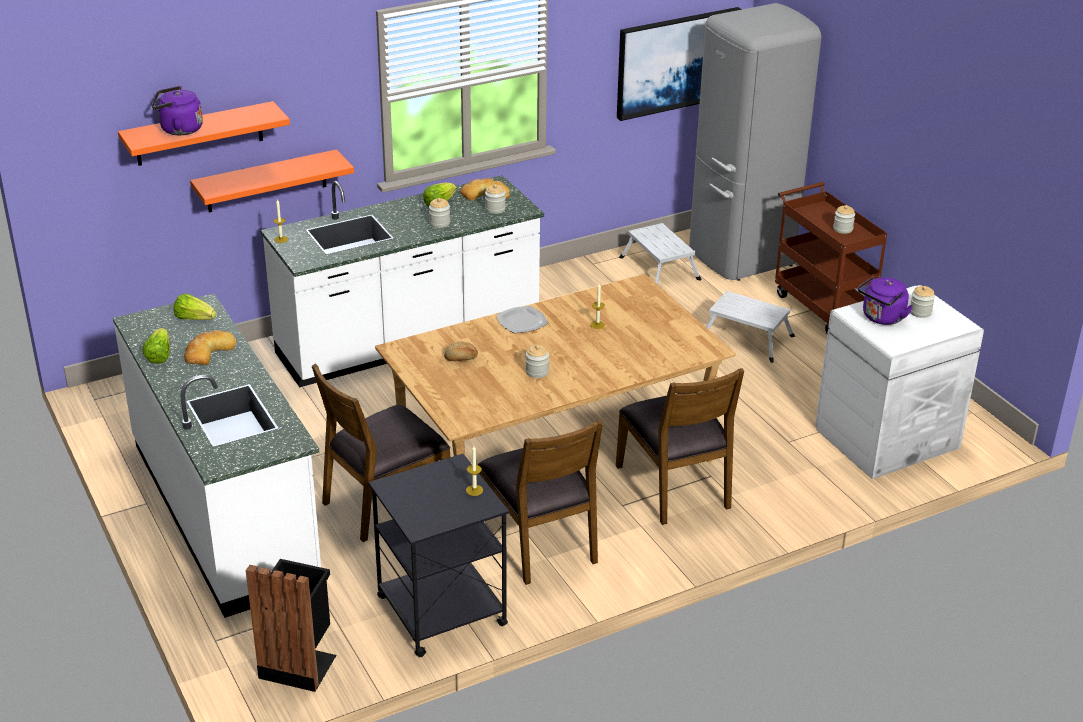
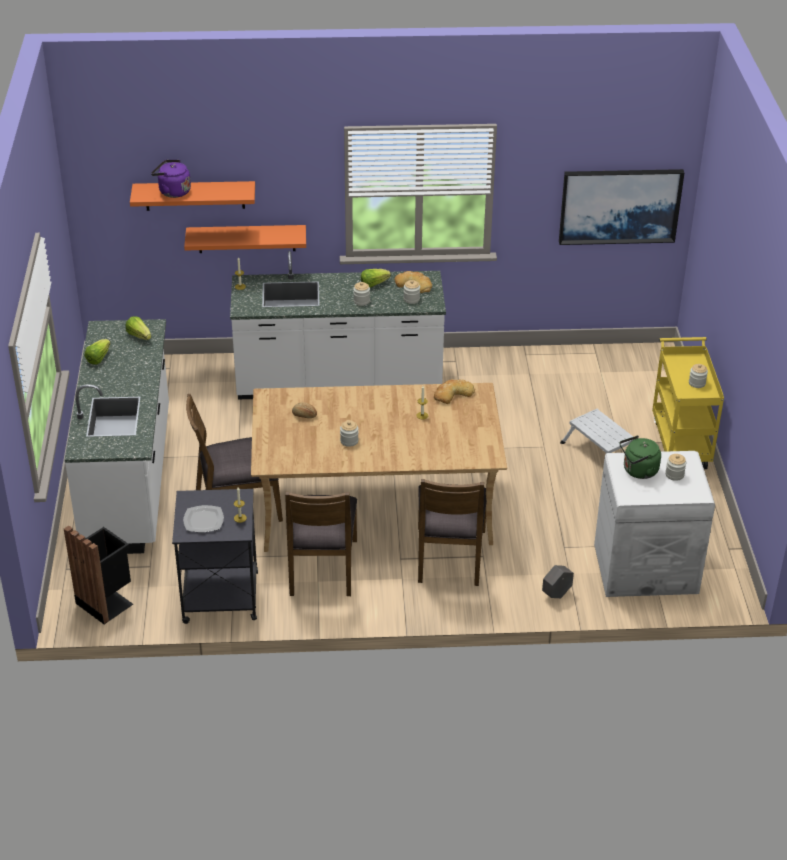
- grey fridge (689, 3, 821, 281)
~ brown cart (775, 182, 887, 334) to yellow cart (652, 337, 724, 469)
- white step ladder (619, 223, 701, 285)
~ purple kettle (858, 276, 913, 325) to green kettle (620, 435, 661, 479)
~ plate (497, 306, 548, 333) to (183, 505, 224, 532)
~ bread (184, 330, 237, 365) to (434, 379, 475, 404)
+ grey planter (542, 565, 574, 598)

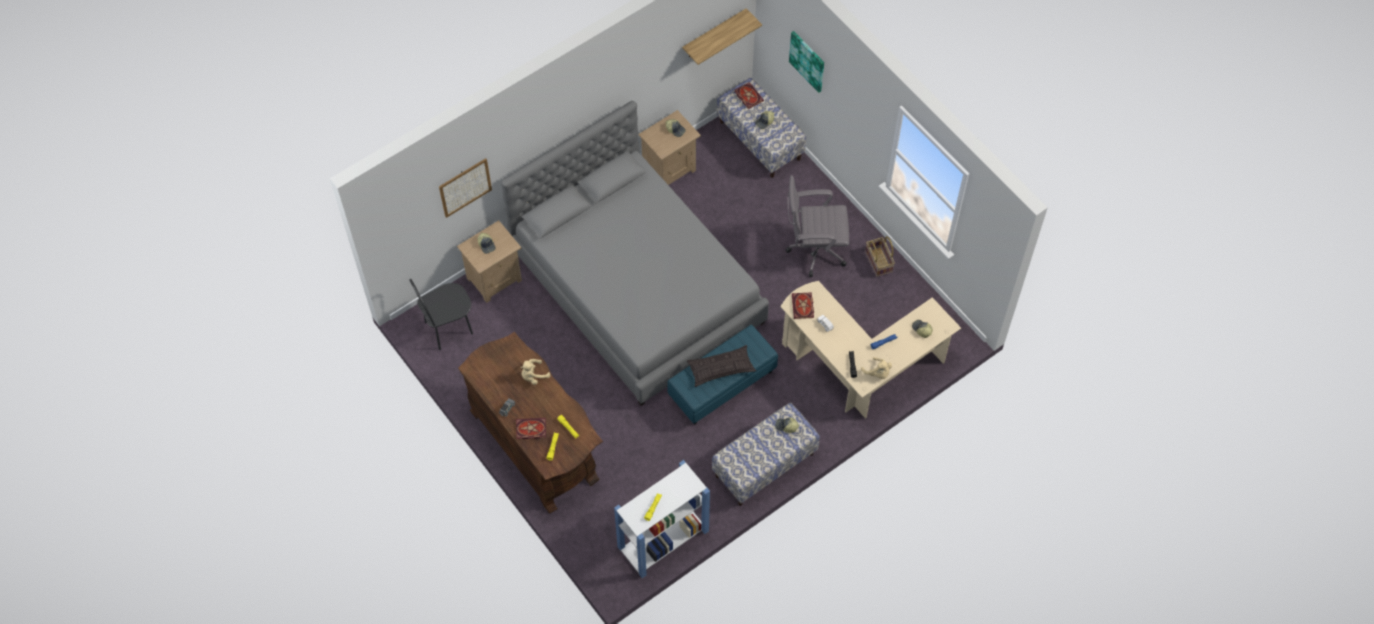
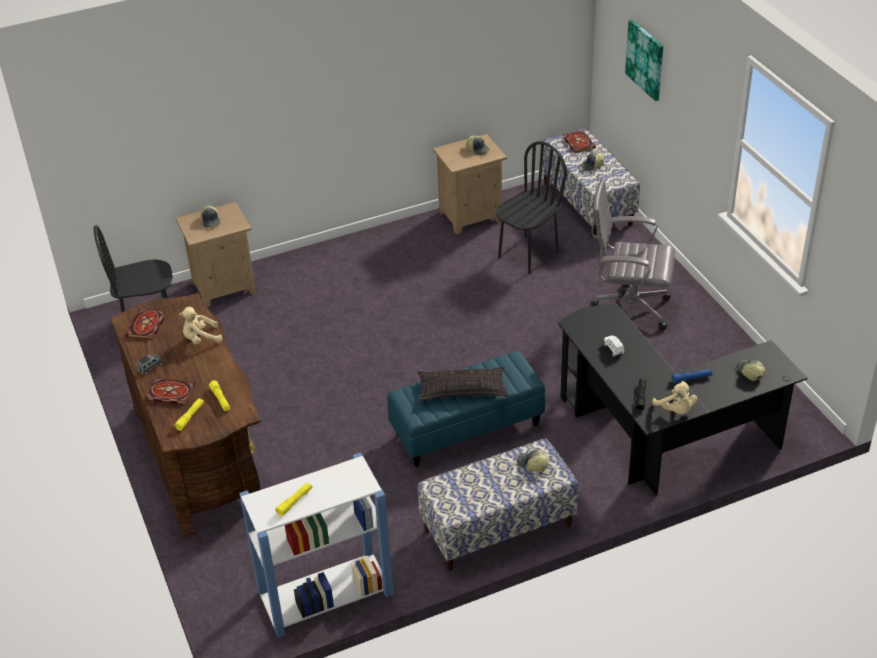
- shelf (682, 8, 762, 65)
- grey bed (501, 101, 769, 406)
- picture (439, 158, 492, 218)
- basket (865, 236, 895, 277)
~ beige desk (781, 281, 961, 419) to black desk (558, 304, 808, 496)
~ book (792, 292, 814, 319) to (126, 309, 166, 339)
+ black chair (496, 141, 567, 274)

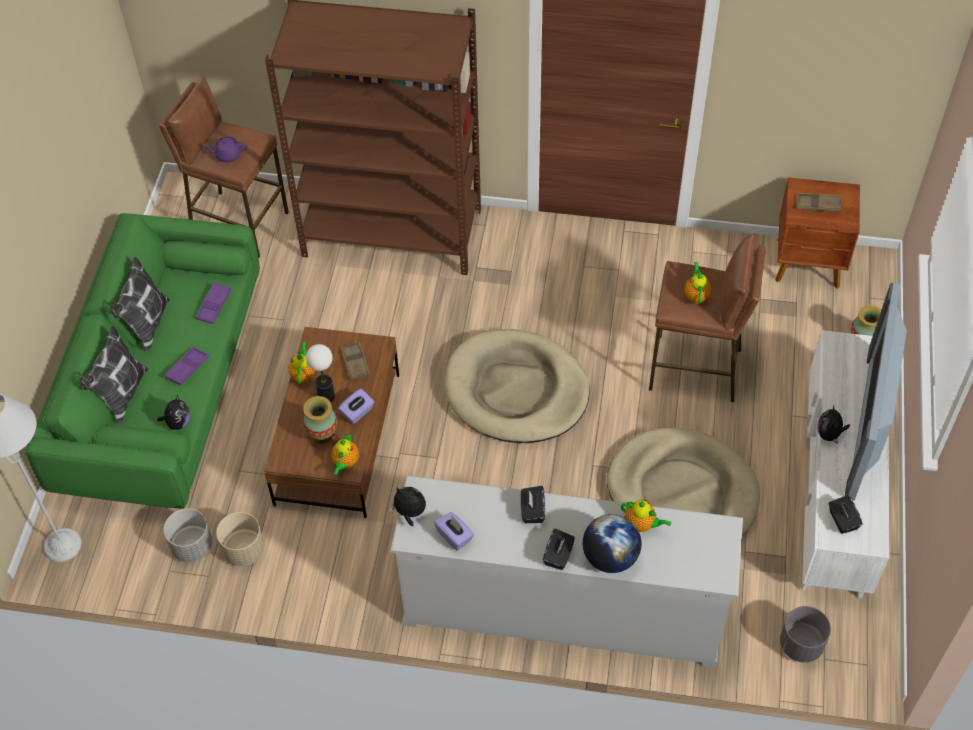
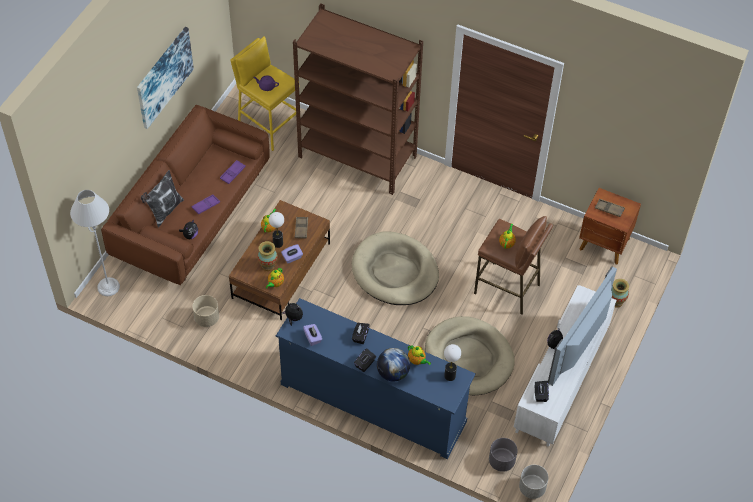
~ brown stool (159, 76, 289, 258) to yellow stool (230, 36, 296, 151)
~ green sofa (25, 213, 260, 509) to brown sofa (101, 105, 269, 285)
- pillow (109, 256, 170, 352)
~ white cabinet (390, 475, 743, 668) to blue cabinet (276, 298, 476, 459)
~ grey planter (164, 509, 213, 563) to (519, 465, 549, 499)
+ picture (137, 27, 194, 129)
+ table lamp (444, 344, 461, 381)

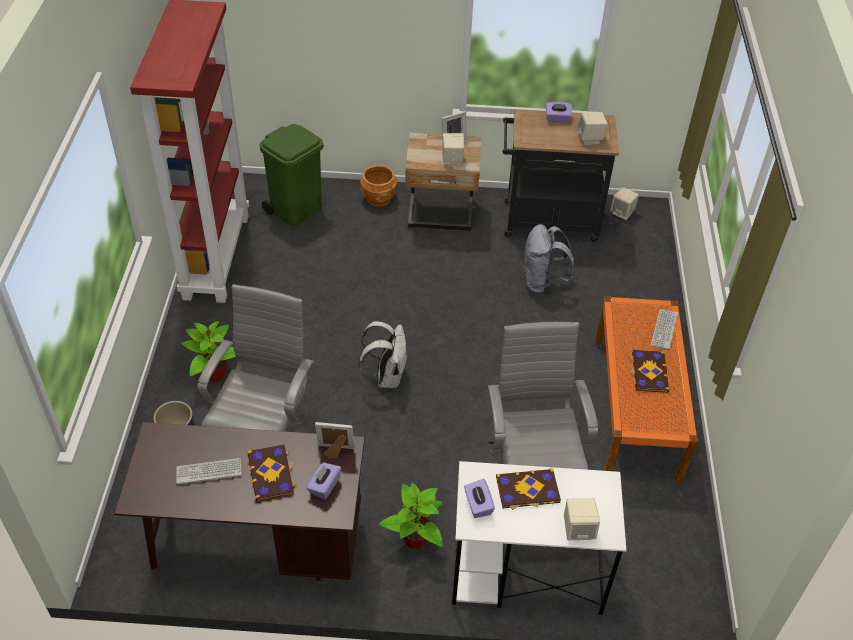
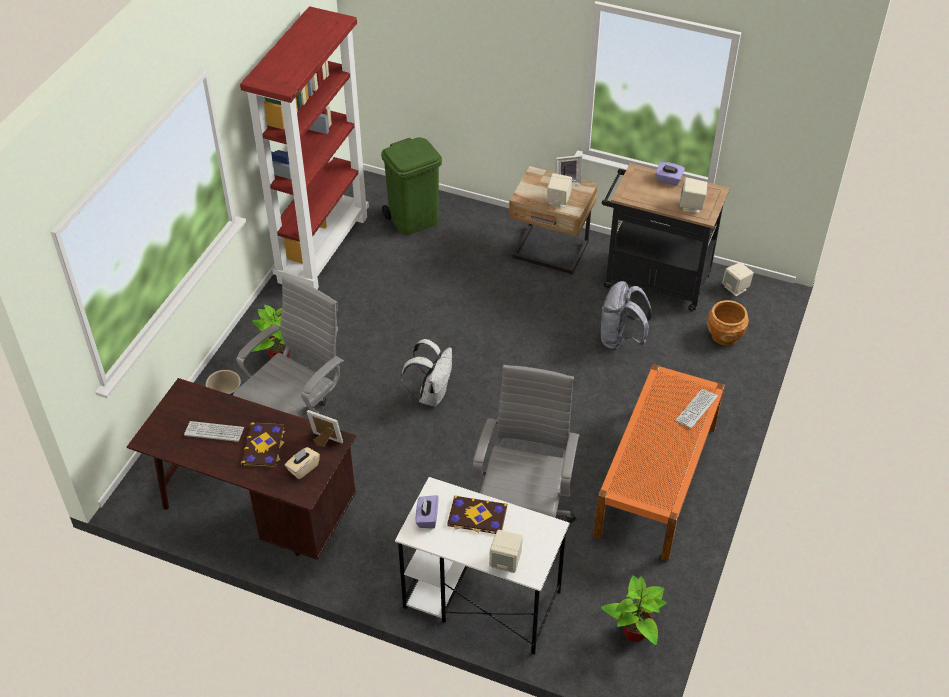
~ brown planter (360, 165, 397, 207) to (707, 300, 749, 345)
- book (629, 350, 670, 393)
~ purple tissue box (307, 462, 341, 500) to beige tissue box (285, 447, 320, 479)
~ potted plant (379, 482, 443, 549) to (601, 575, 667, 645)

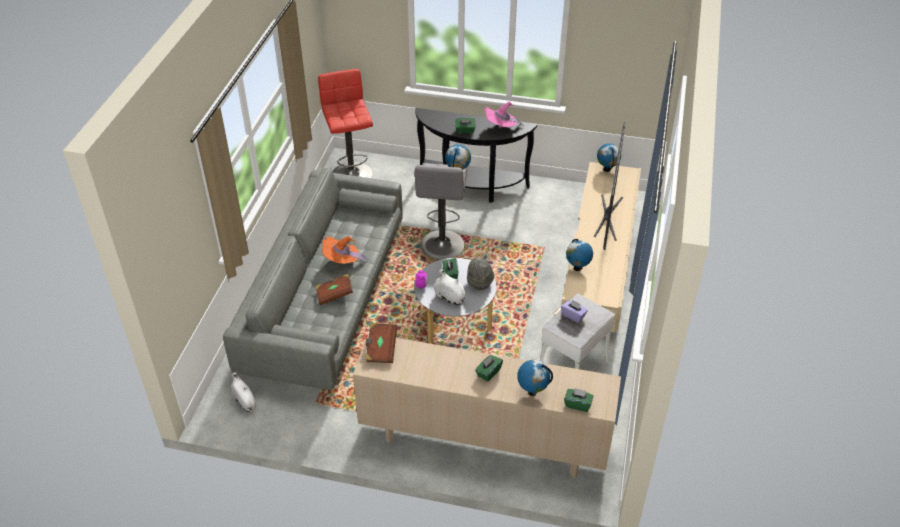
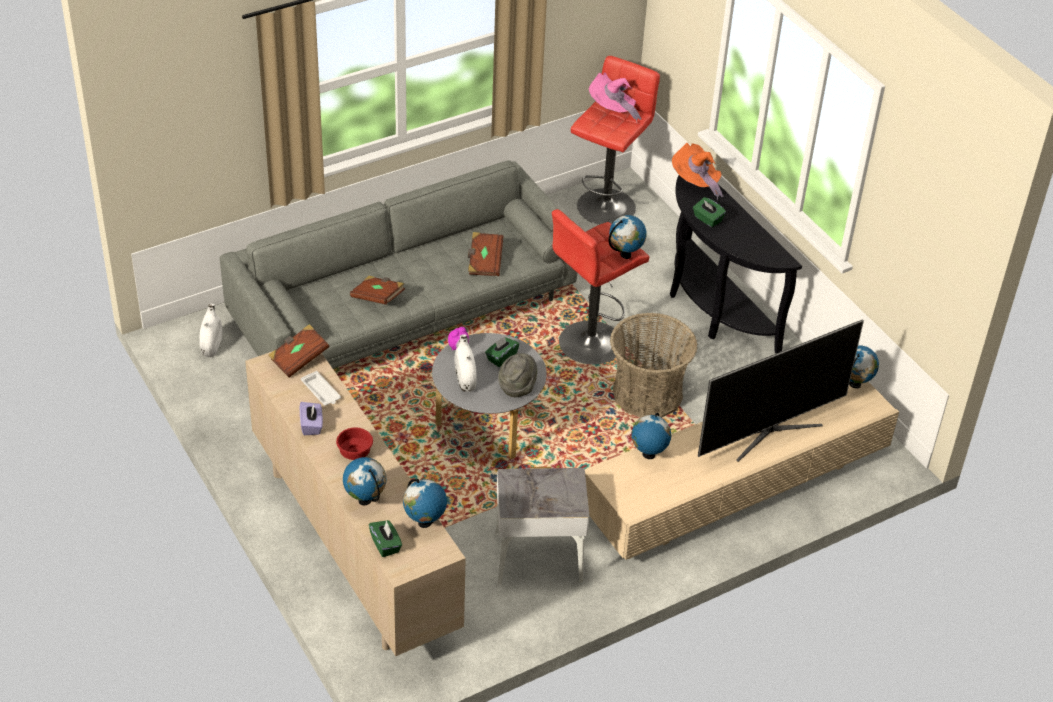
~ pink hat (484, 102, 524, 127) to (589, 73, 641, 121)
~ grey stool (415, 163, 467, 260) to red stool (552, 209, 649, 364)
~ orange hat (322, 236, 367, 264) to (672, 143, 723, 200)
~ purple tissue box (561, 299, 588, 323) to (300, 402, 323, 435)
~ green tissue box (475, 355, 503, 382) to red bowl (336, 427, 373, 460)
+ brown book (468, 232, 503, 276)
+ basket (610, 312, 698, 418)
+ white tray (301, 371, 341, 406)
+ globe (403, 479, 447, 528)

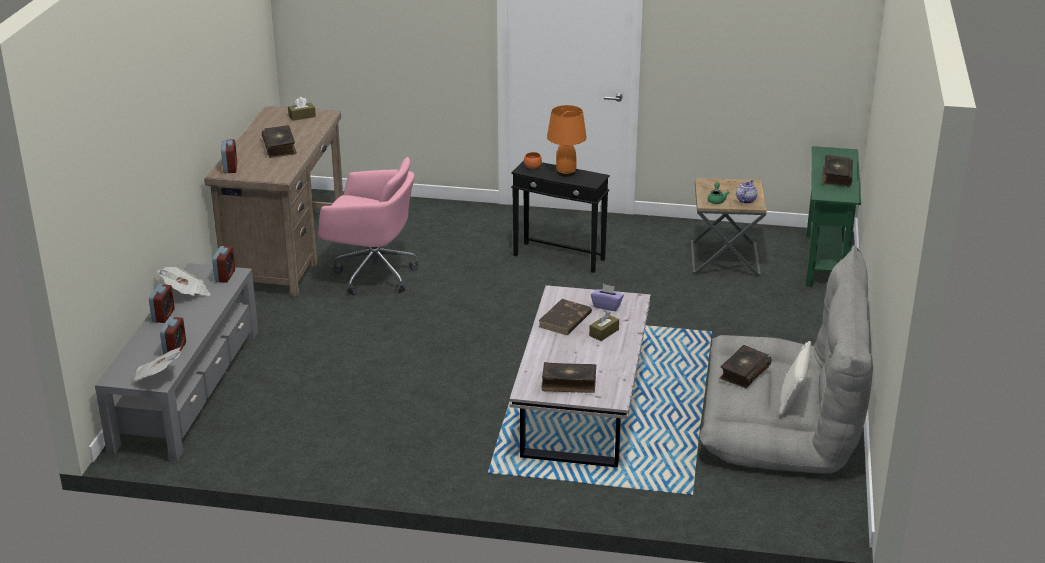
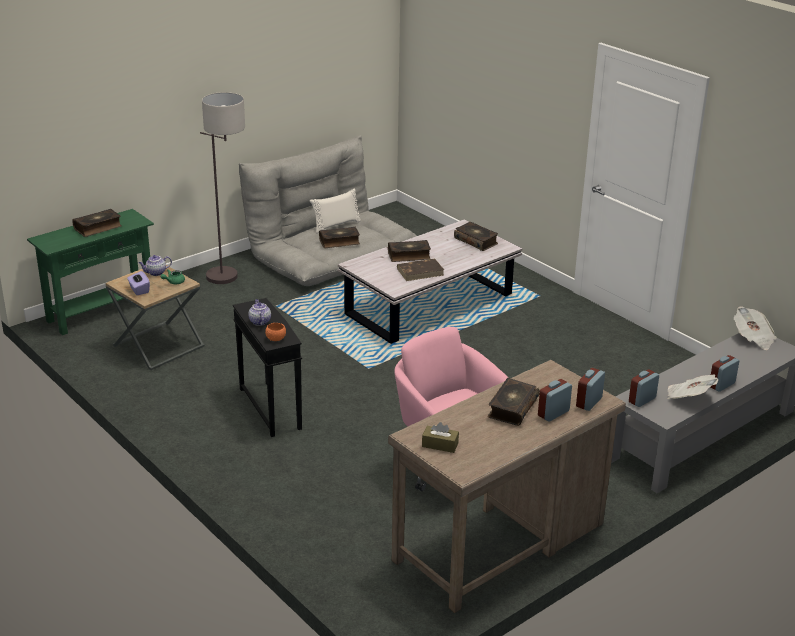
~ orange table lamp (547, 105, 587, 177) to teapot (248, 299, 271, 326)
~ purple tissue box (591, 284, 624, 311) to (127, 271, 150, 295)
~ brown tissue box (589, 311, 619, 341) to book (388, 240, 431, 262)
~ alarm clock (160, 317, 186, 355) to (538, 379, 572, 421)
+ grey floor lamp (200, 92, 245, 284)

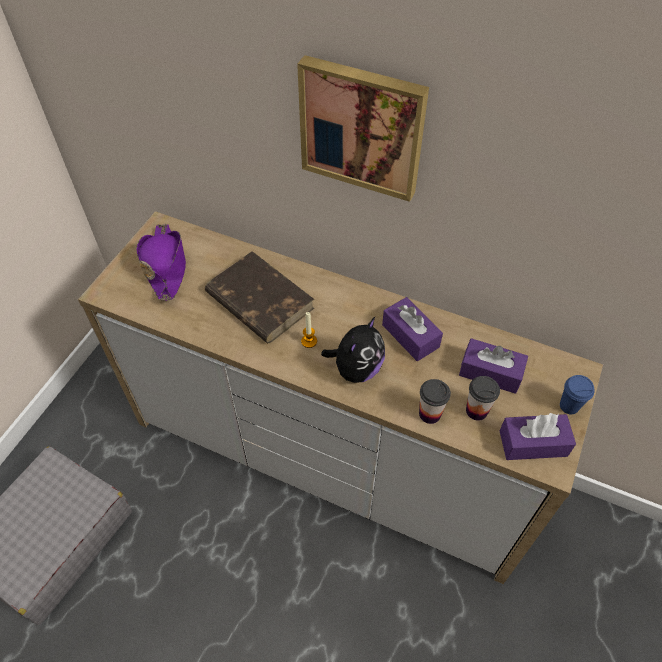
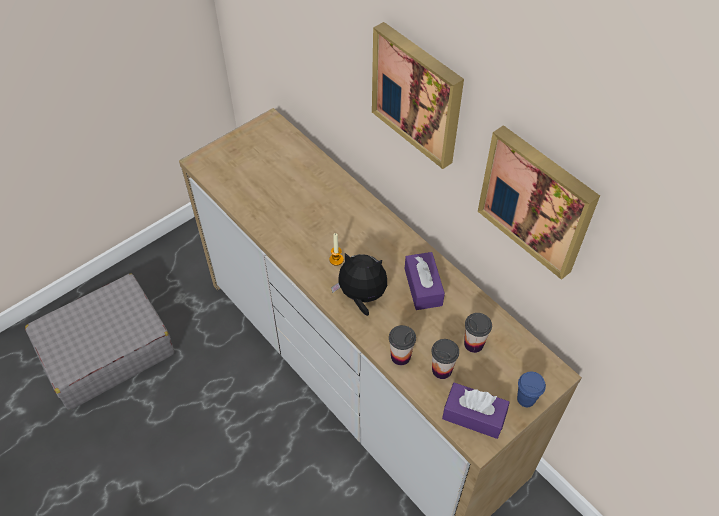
- purple hat (136, 224, 186, 301)
- brown book (205, 251, 314, 343)
~ plush toy (321, 317, 385, 383) = (331, 253, 387, 316) 135 degrees counterclockwise
~ purple tissue box (459, 338, 528, 394) to cup (464, 313, 492, 353)
+ picture (478, 125, 600, 280)

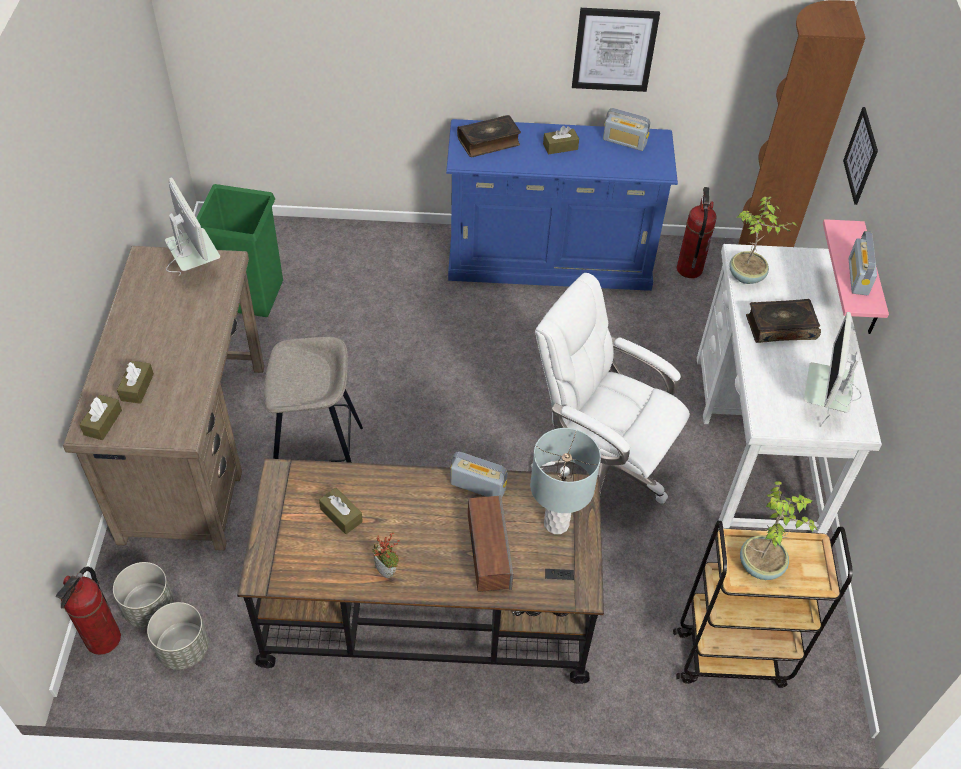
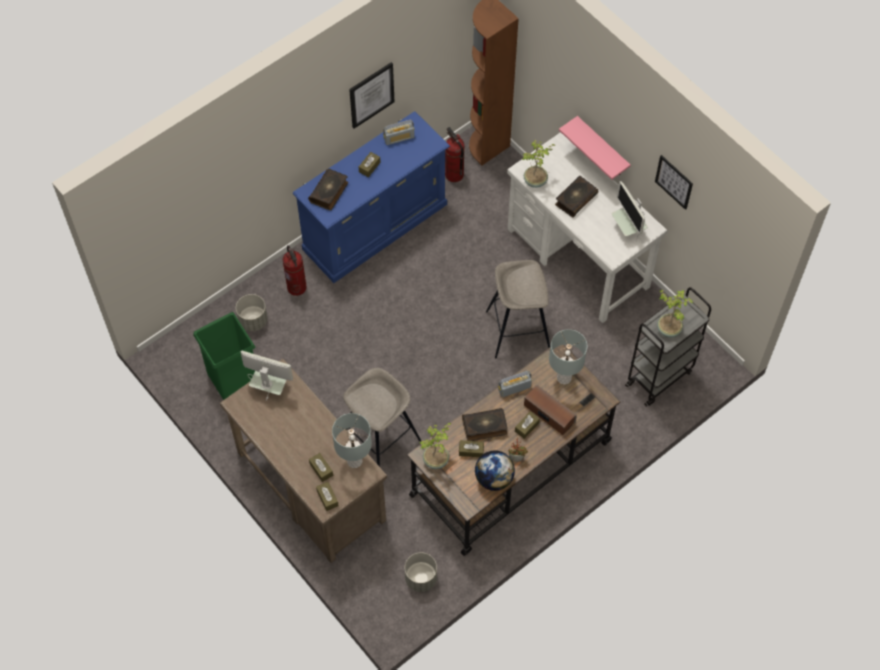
~ picture (843, 107, 878, 205) to (655, 155, 693, 210)
- radio (849, 231, 877, 295)
~ white office chair (531, 273, 690, 504) to grey stool (486, 260, 550, 358)
~ brown cart (673, 521, 853, 688) to grey cart (625, 287, 711, 407)
~ grey planter (113, 562, 174, 628) to (236, 294, 268, 331)
~ fire extinguisher (56, 566, 121, 655) to (283, 245, 307, 296)
+ book (462, 408, 508, 441)
+ brown tissue box (515, 411, 540, 439)
+ grey table lamp (332, 413, 372, 468)
+ potted plant (420, 423, 451, 469)
+ globe (475, 451, 515, 491)

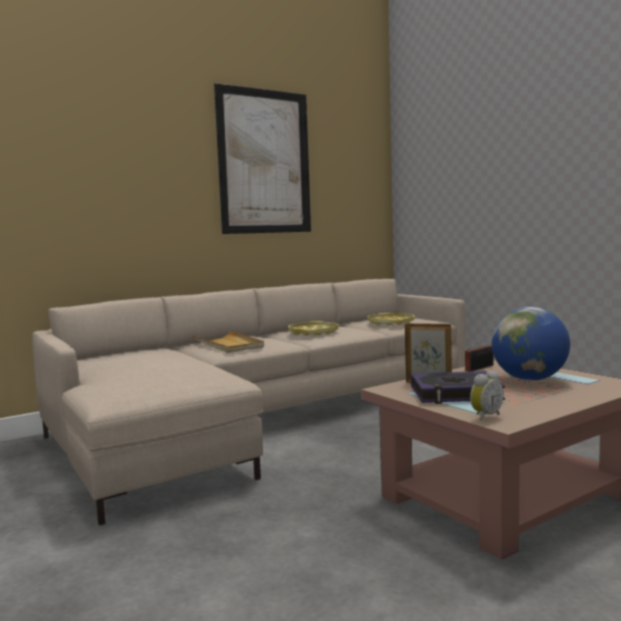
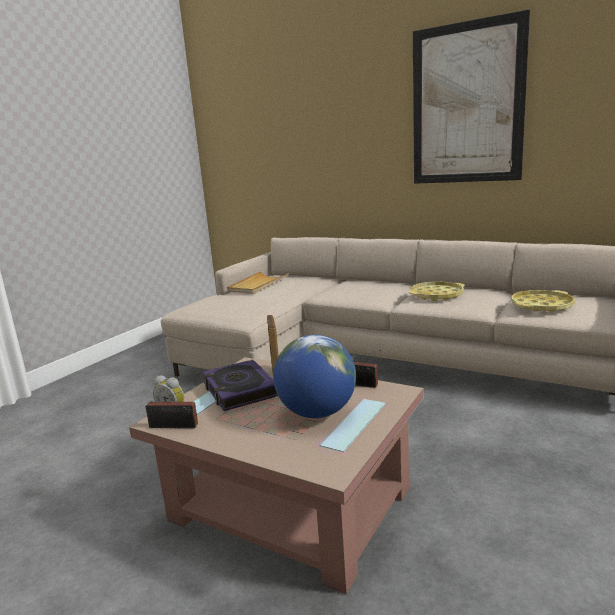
~ beige tray (192, 331, 264, 353) to (227, 271, 289, 294)
+ radio (146, 385, 198, 428)

